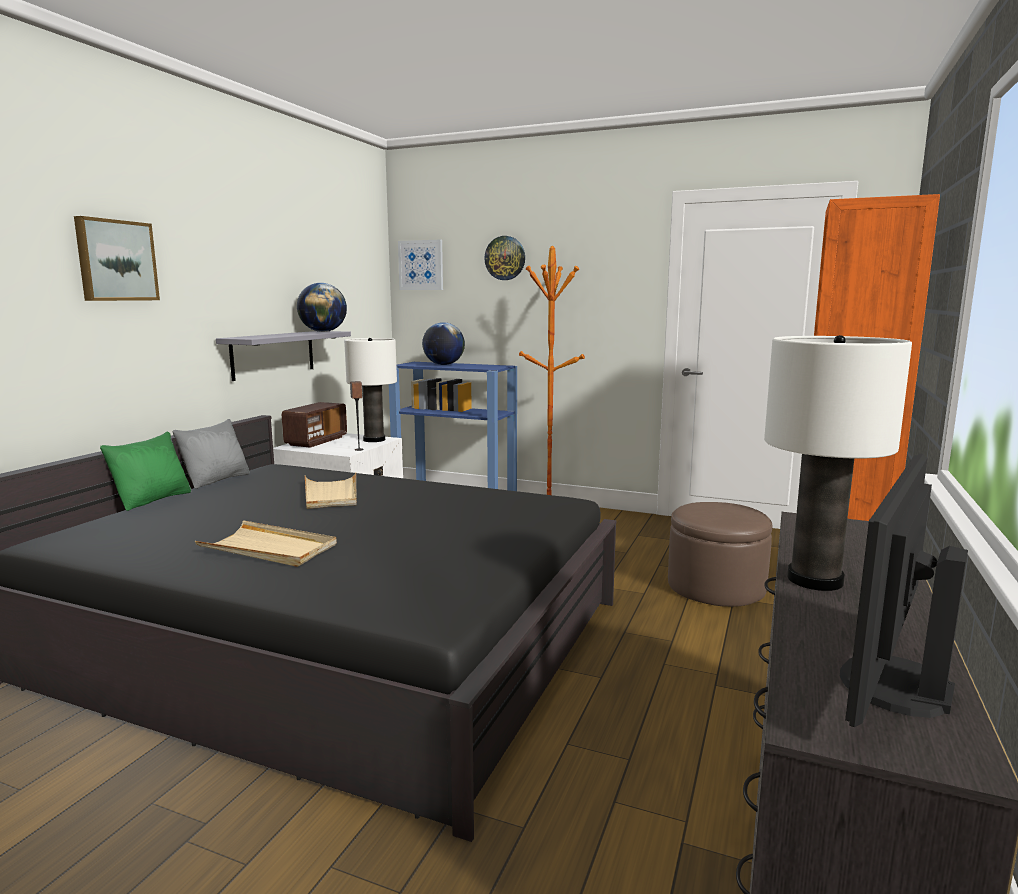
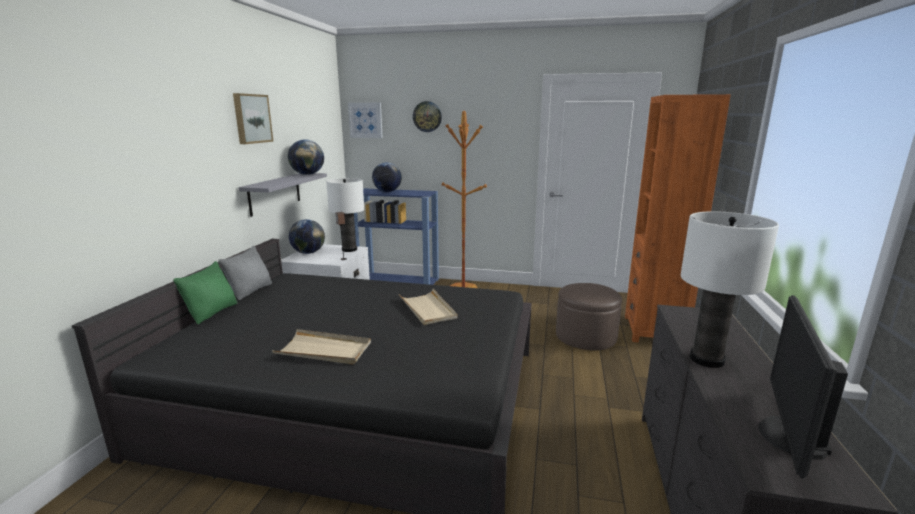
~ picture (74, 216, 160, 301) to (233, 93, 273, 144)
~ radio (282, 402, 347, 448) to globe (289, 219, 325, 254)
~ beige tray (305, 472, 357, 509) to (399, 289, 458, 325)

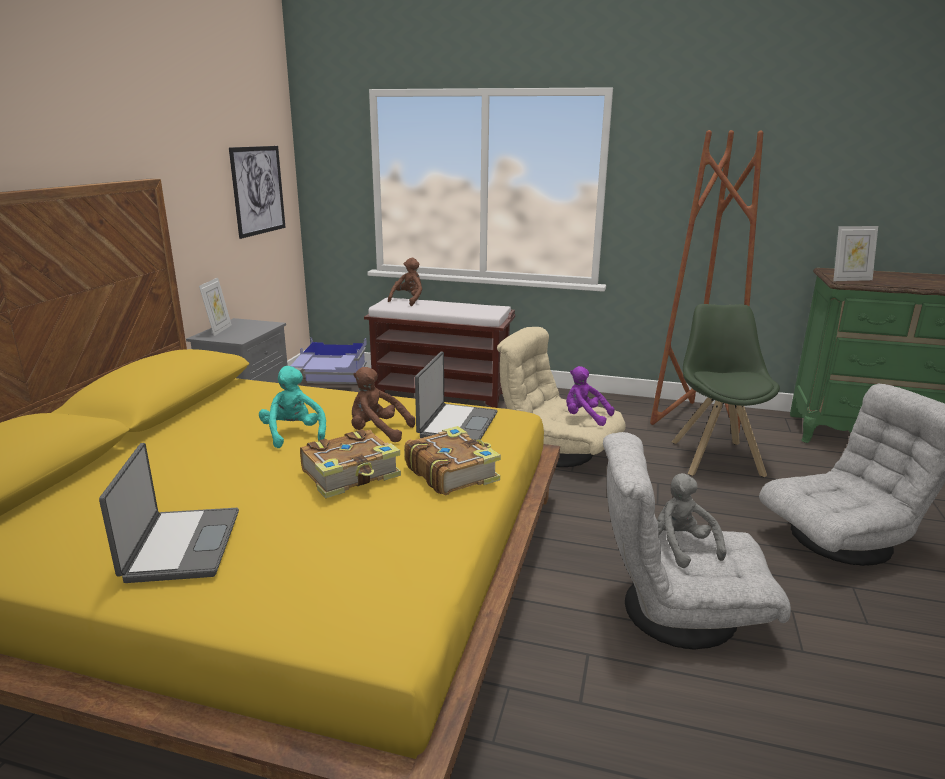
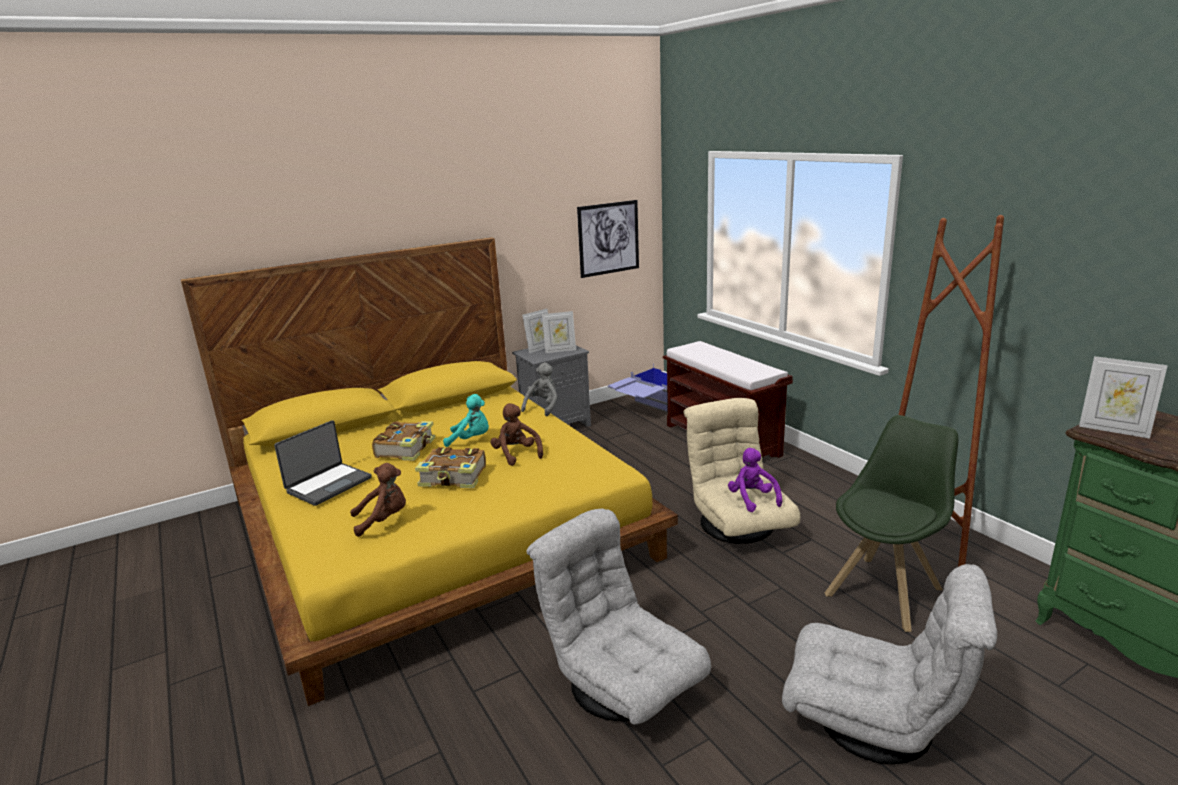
~ brown plush toy (388, 258, 422, 306) to (350, 463, 406, 537)
- laptop (415, 351, 497, 440)
~ turquoise plush toy (259, 366, 326, 448) = (443, 394, 489, 447) 75 degrees clockwise
~ book (404, 426, 501, 495) to (372, 421, 435, 461)
~ grey plush toy (657, 473, 726, 568) to (521, 363, 557, 416)
+ picture frame (542, 311, 576, 353)

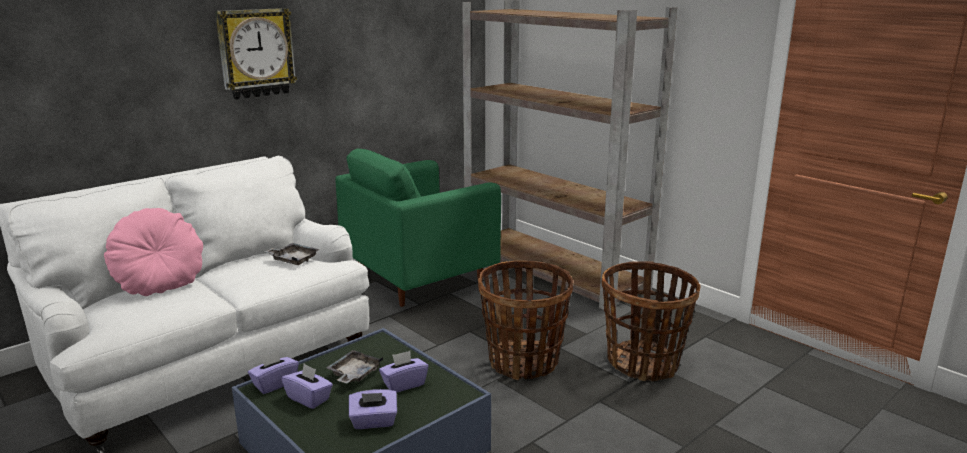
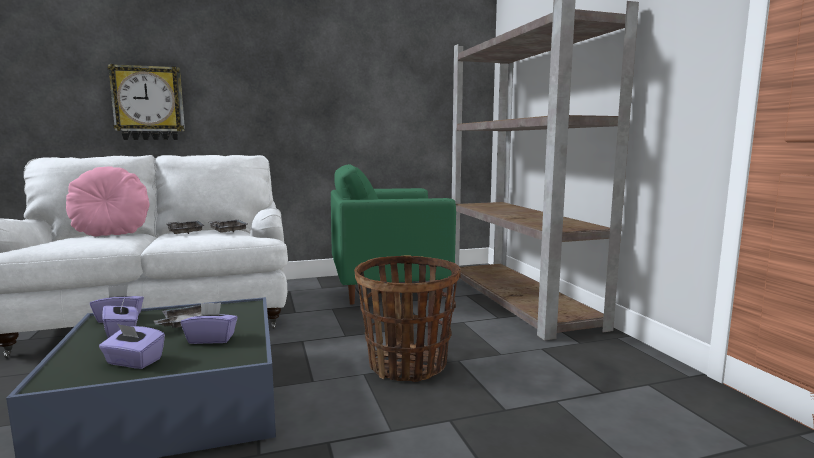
~ wall clock (215, 8, 297, 100) to (108, 64, 185, 140)
- basket (601, 261, 700, 381)
+ grey tray (166, 221, 204, 234)

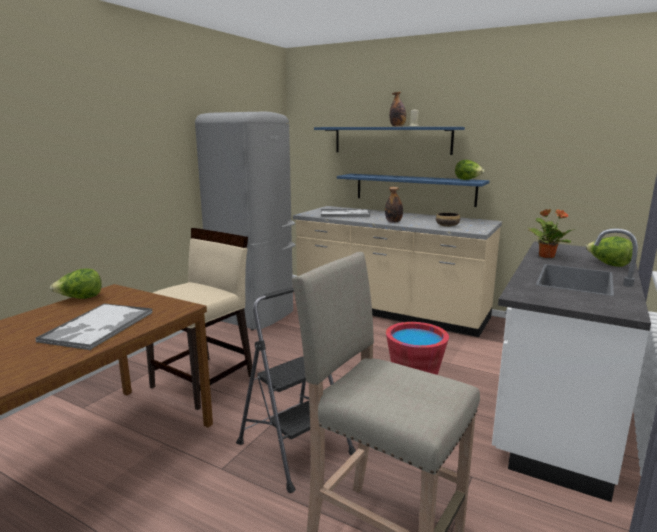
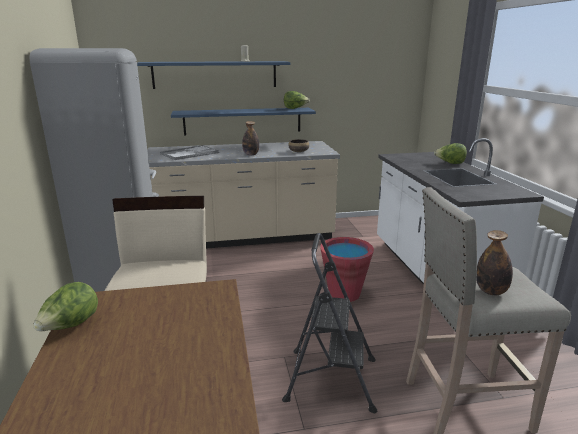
~ bottle (389, 92, 406, 127) to (476, 230, 513, 295)
- potted plant (528, 209, 575, 258)
- tray (36, 303, 152, 350)

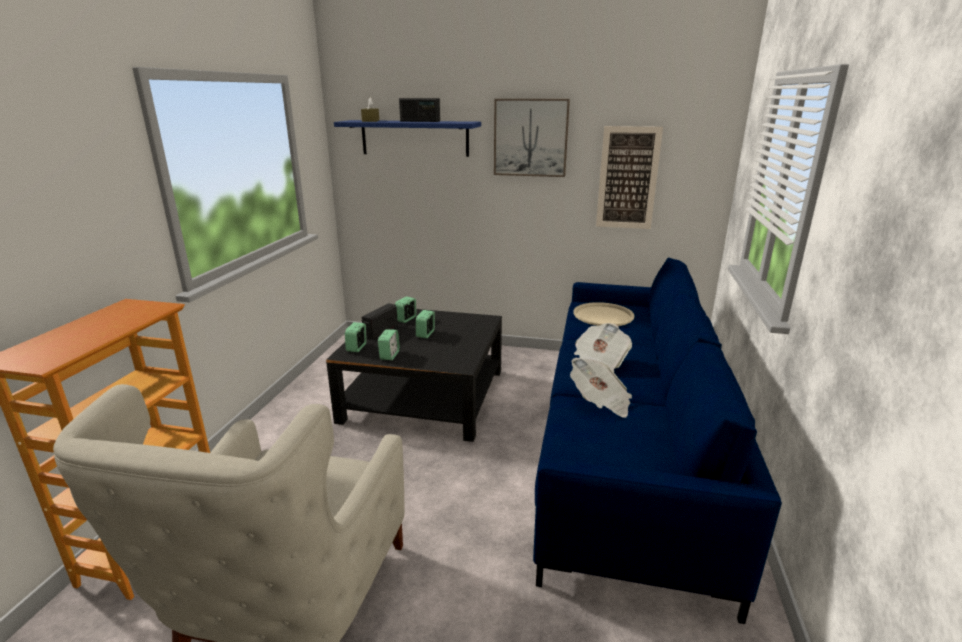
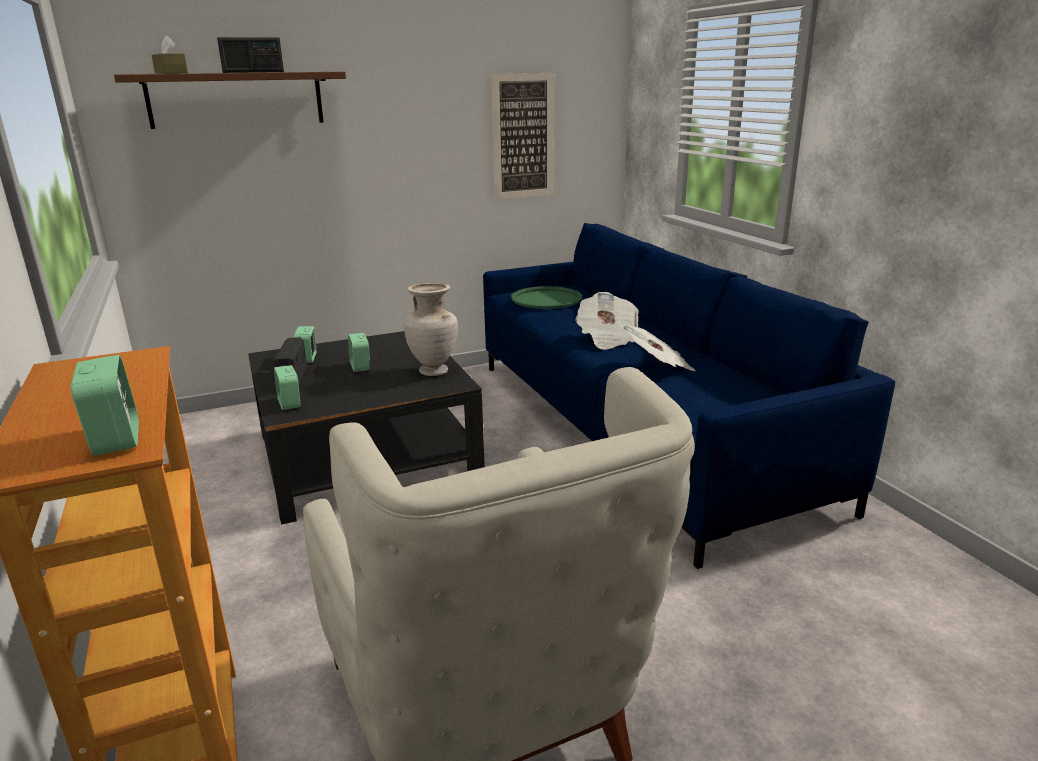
- picture (494, 99, 570, 177)
~ blue shelf (334, 120, 481, 157) to brown shelf (114, 72, 346, 129)
~ beige tray (573, 302, 634, 326) to green tray (511, 286, 582, 309)
~ alarm clock (378, 329, 400, 360) to (71, 355, 139, 456)
+ beige vase (404, 283, 458, 376)

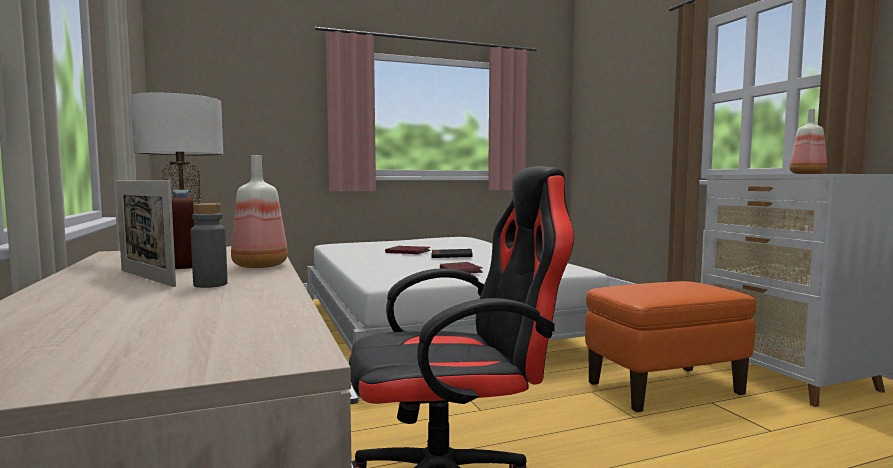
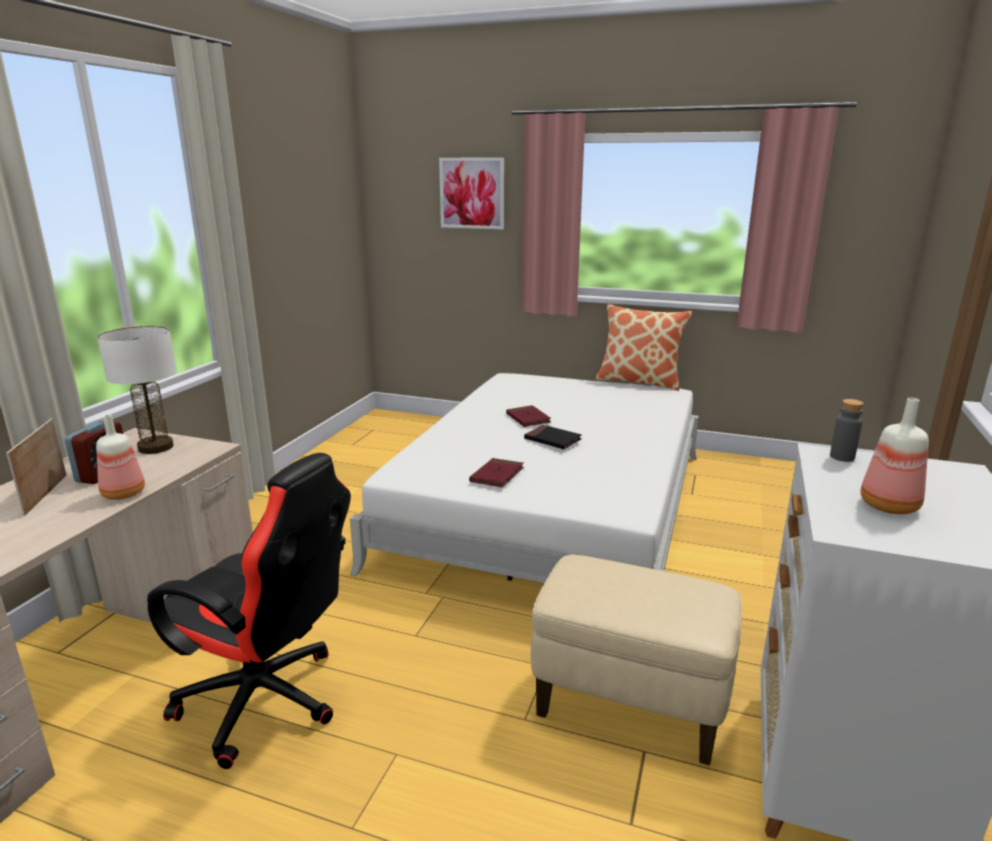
~ grey bottle (191, 203, 227, 288) to (830, 399, 864, 462)
~ orange ottoman (585, 281, 756, 412) to beige ottoman (531, 555, 742, 766)
+ picture (439, 158, 504, 229)
+ pillow (595, 304, 692, 391)

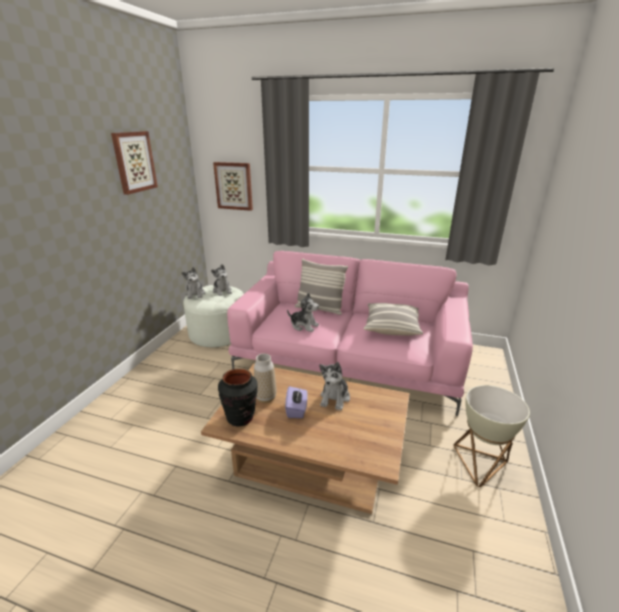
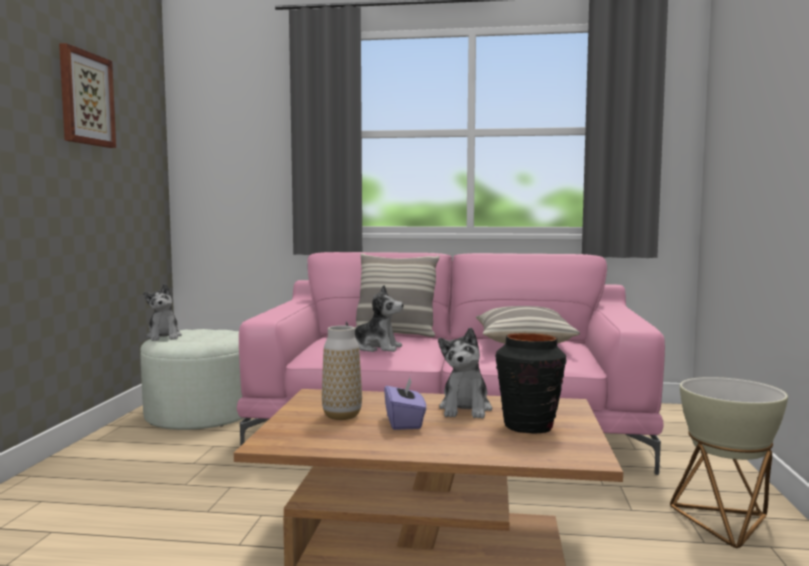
- picture (213, 162, 253, 211)
- plush toy (211, 264, 232, 296)
~ black vase (218, 369, 258, 426) to (495, 333, 566, 434)

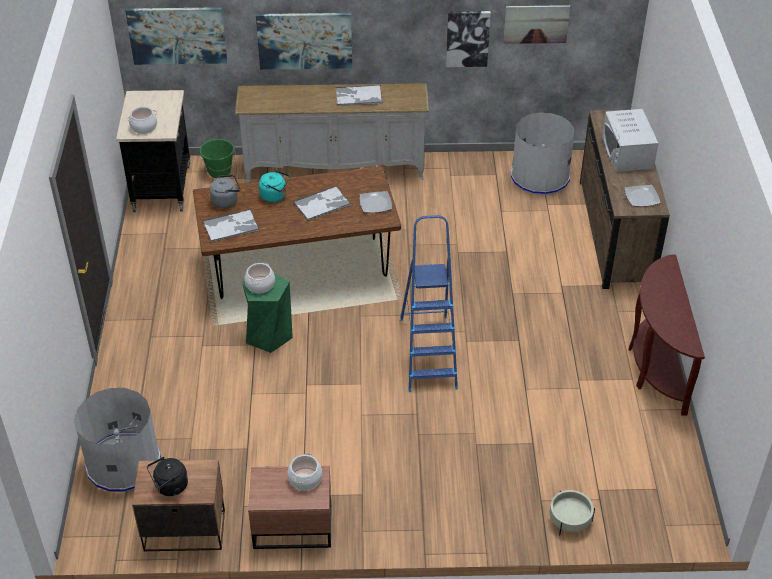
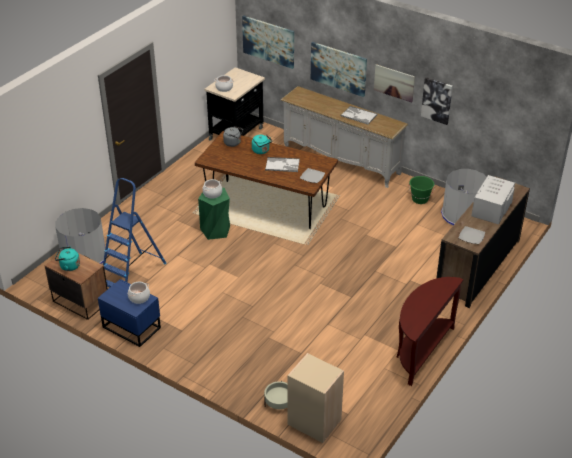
~ picture (503, 5, 570, 44) to (374, 64, 415, 103)
~ green bucket (200, 139, 236, 178) to (409, 176, 435, 204)
- tray (203, 209, 260, 242)
~ blue step ladder (400, 215, 458, 392) to (103, 178, 166, 288)
~ black kettle (147, 457, 188, 496) to turquoise kettle (55, 247, 80, 271)
~ brown nightstand (248, 466, 331, 549) to blue nightstand (98, 279, 161, 347)
+ beige bookcase (287, 353, 344, 443)

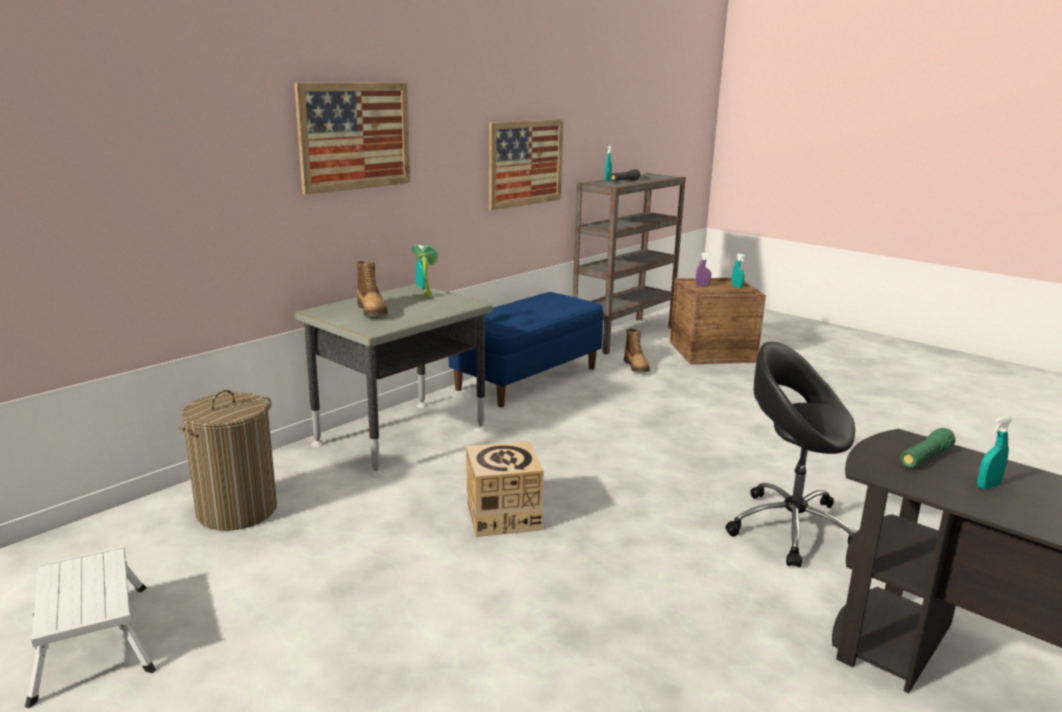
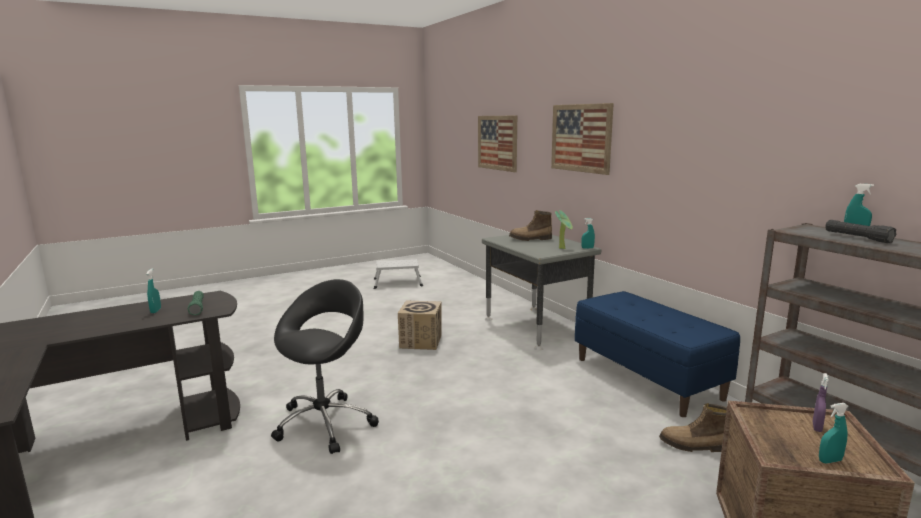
~ picture (489, 119, 564, 211) to (478, 115, 517, 172)
- laundry basket (176, 390, 277, 531)

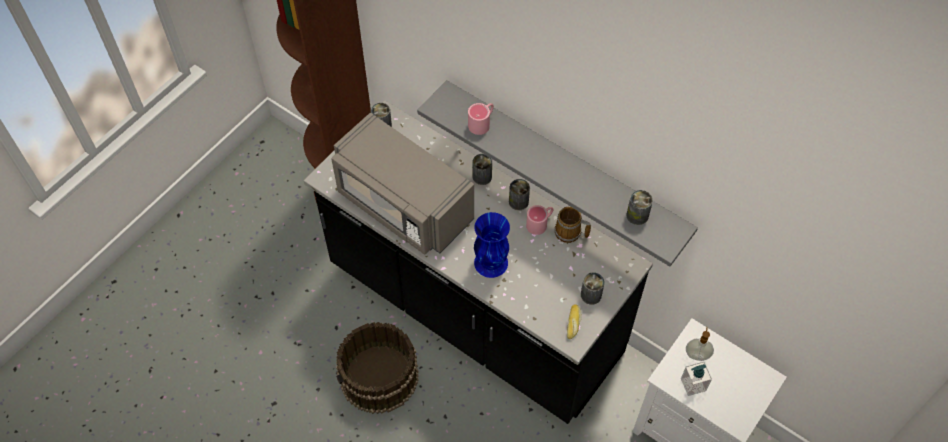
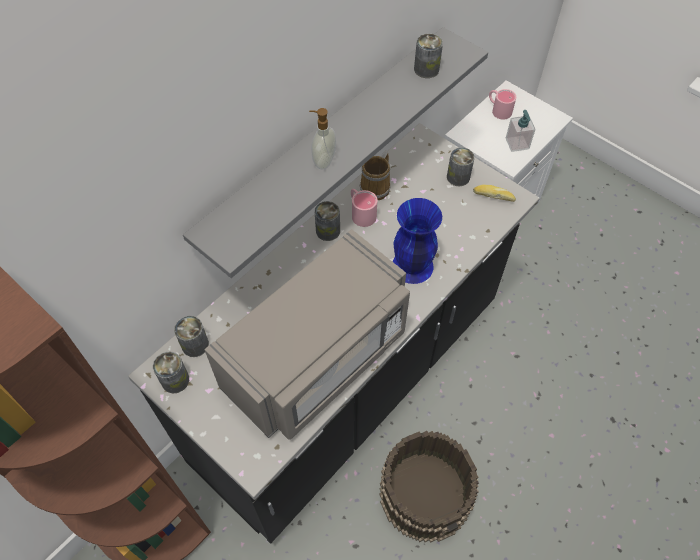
~ pink mug (468, 103, 494, 135) to (489, 89, 516, 120)
~ can (472, 154, 492, 185) to (174, 316, 209, 357)
~ soap dispenser (686, 327, 714, 361) to (309, 108, 336, 170)

